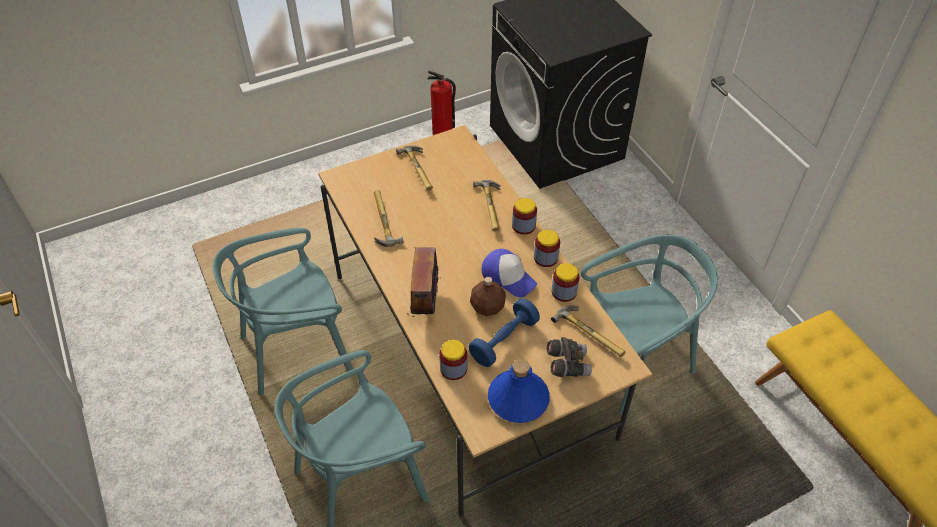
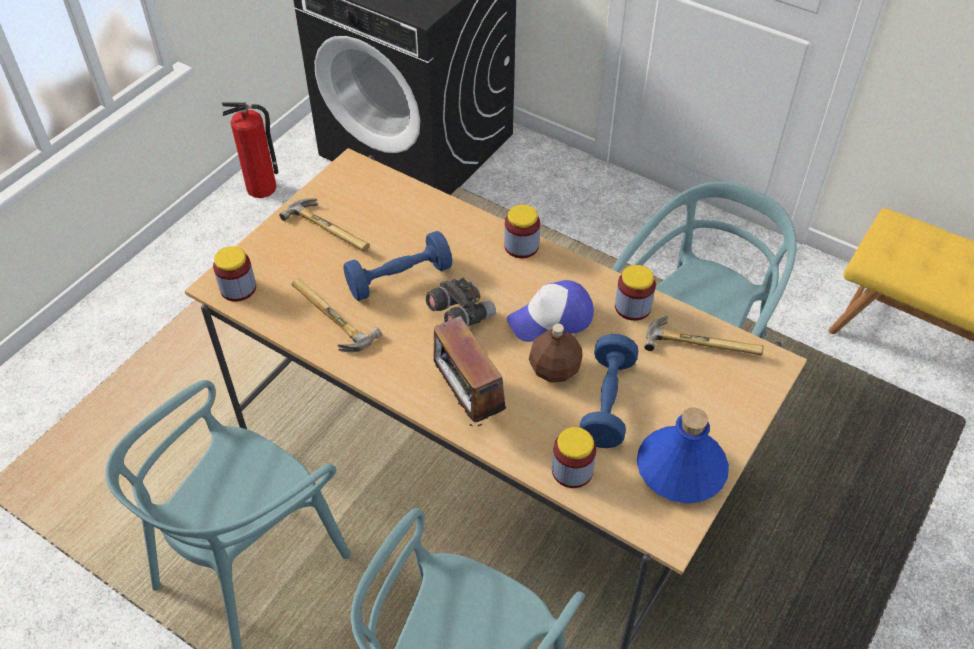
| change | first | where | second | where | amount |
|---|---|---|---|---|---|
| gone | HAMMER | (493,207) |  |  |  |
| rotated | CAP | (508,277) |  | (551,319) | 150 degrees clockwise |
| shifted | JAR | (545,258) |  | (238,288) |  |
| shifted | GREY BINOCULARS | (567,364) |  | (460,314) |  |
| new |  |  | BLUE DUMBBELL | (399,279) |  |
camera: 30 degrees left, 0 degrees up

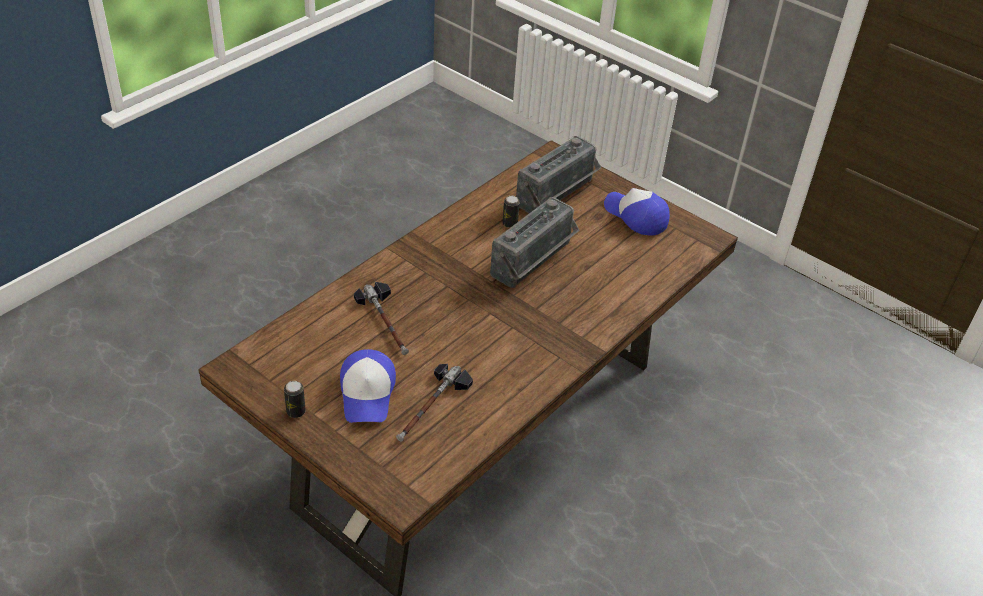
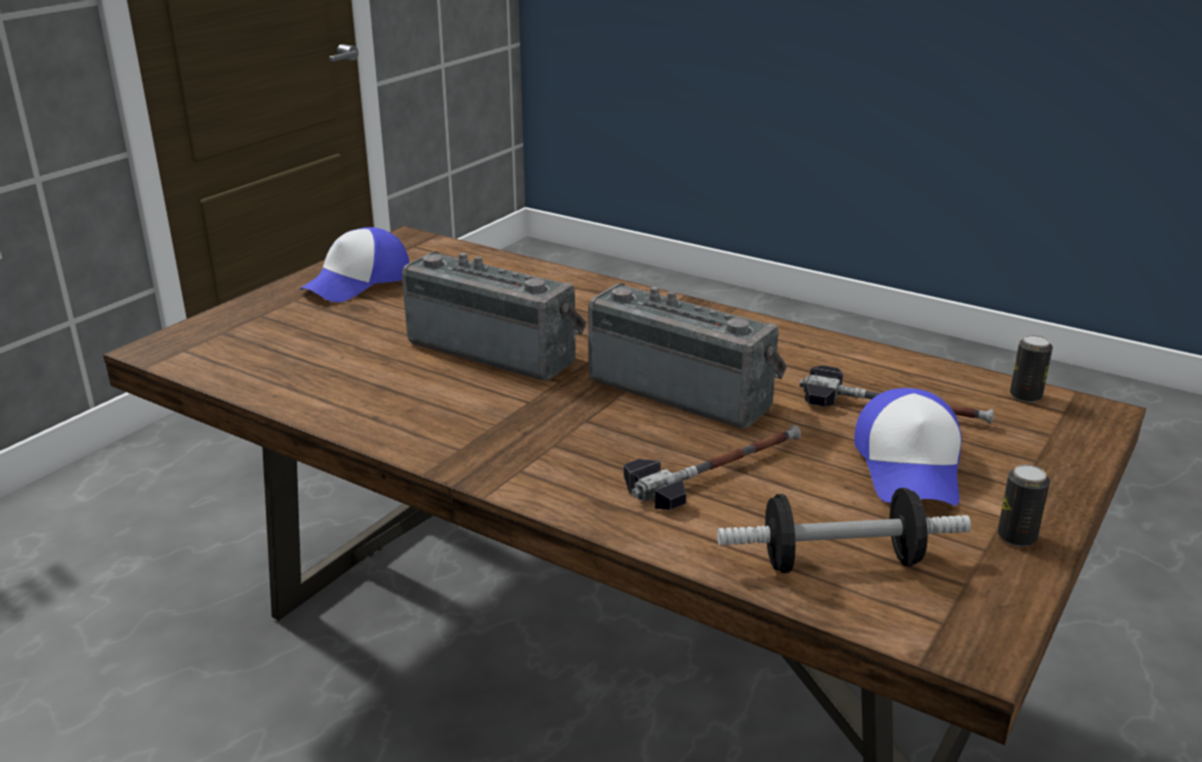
| change | first | where | second | where | amount |
|---|---|---|---|---|---|
| rotated | CAP | (367,393) |  | (910,467) | 105 degrees clockwise |
| shifted | CAN | (510,223) |  | (1025,396) |  |
| shifted | RADIO | (557,196) |  | (684,390) |  |
| new |  |  | DUMBBELL | (840,561) |  |
camera: 95 degrees left, 15 degrees down

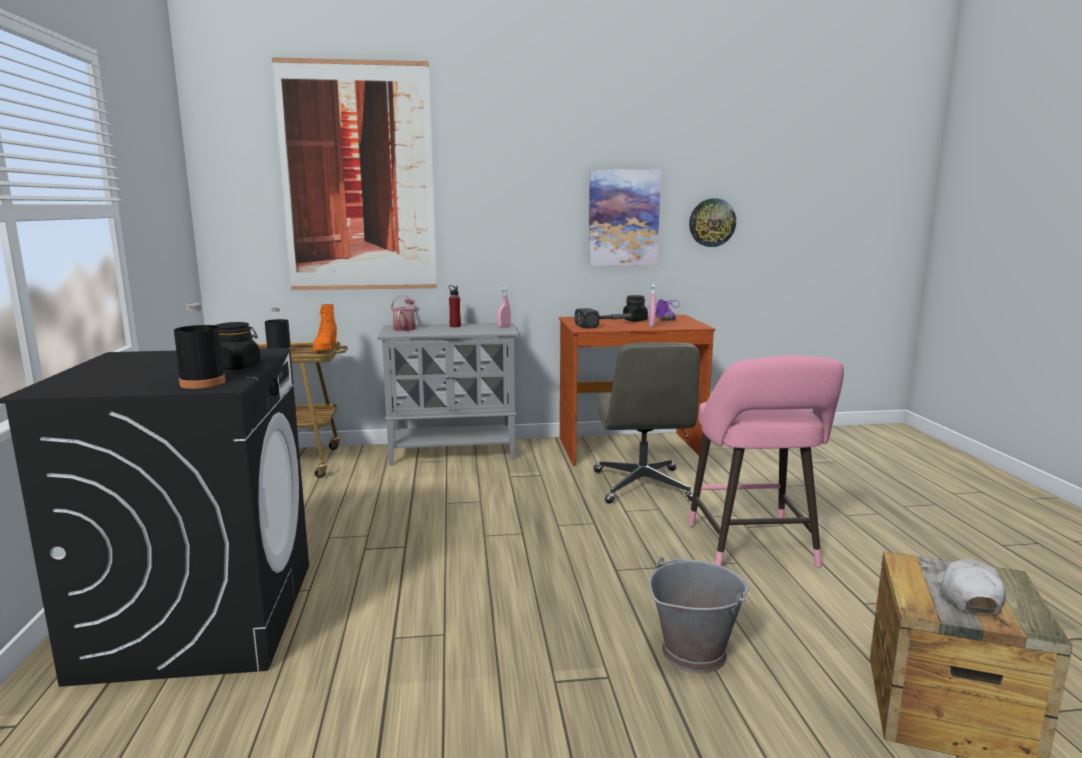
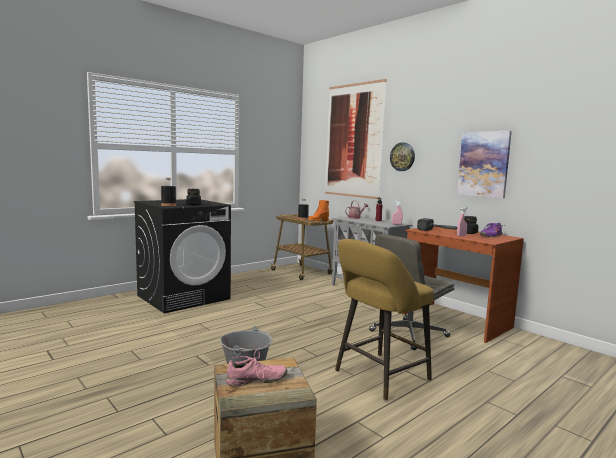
| change | first | where | second | where | amount |
|---|---|---|---|---|---|
| shifted | WALL CLOCK | (712,222) |  | (402,157) |  |
| repainted | PINK STOOL | (754,549) | YELLOW STOOL | (378,377) |  |
| swapped | WHITE CAP | (967,596) | PINK SHOE | (256,380) |  |
camera: 55 degrees right, 5 degrees down

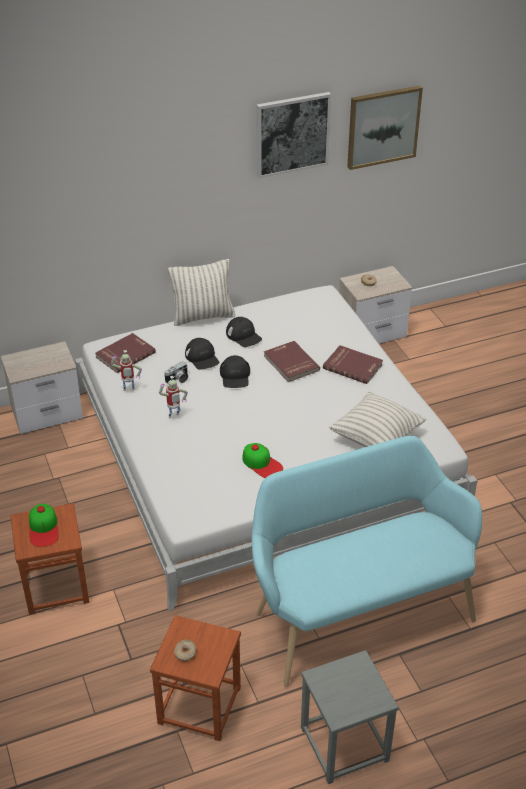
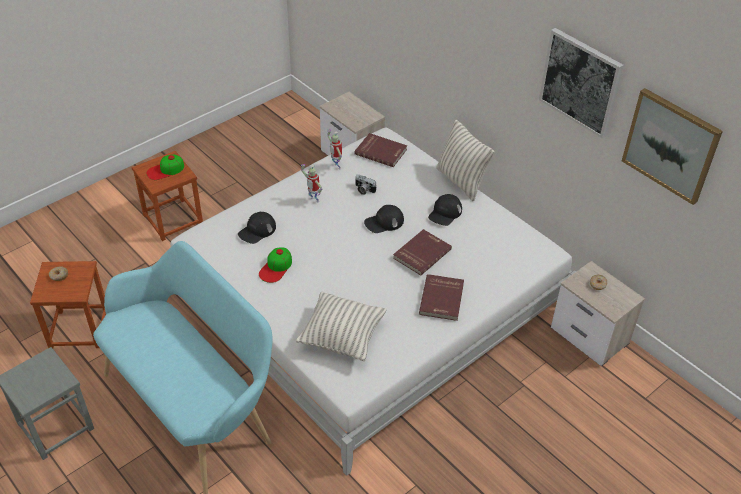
| change | first | where | second | where | amount |
|---|---|---|---|---|---|
| shifted | BLACK CAP | (202,357) |  | (257,230) |  |
camera: 70 degrees right, 5 degrees up

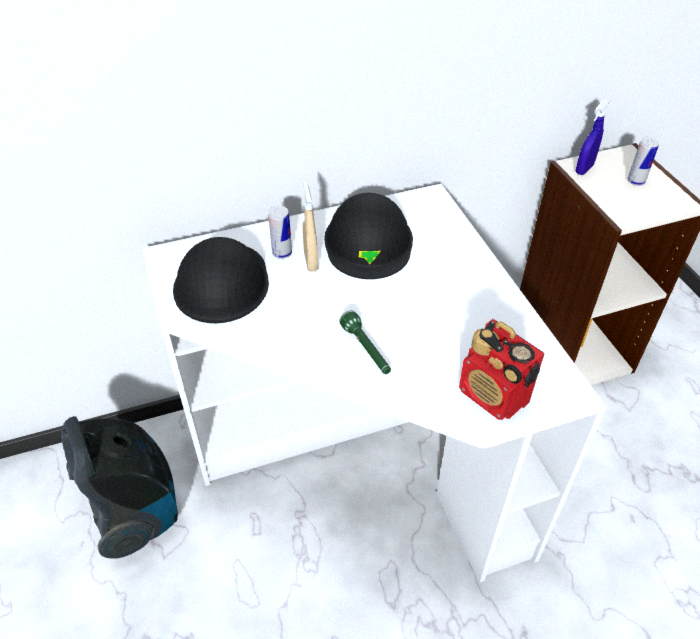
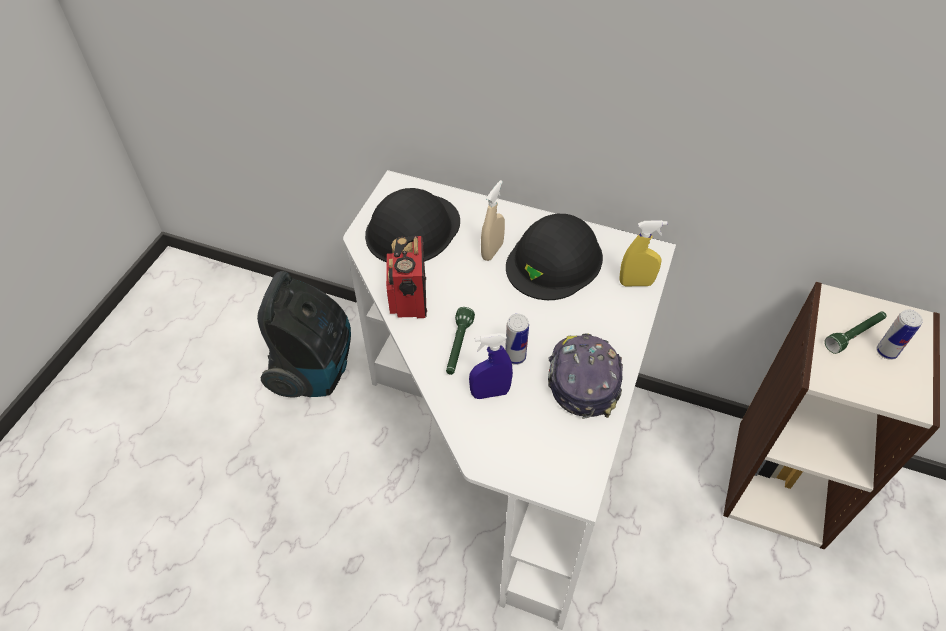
| change | first | where | second | where | amount |
|---|---|---|---|---|---|
| shifted | CAN | (282,253) |  | (515,356) |  |
| shifted | RADIO | (494,396) |  | (408,300) |  |
| shifted | BLUE SPRAY BOTTLE | (584,169) |  | (490,393) |  |
| new |  |  | CAP | (583,378) |  |
| new |  |  | YELLOW SPRAY BOTTLE | (636,283) |  |
| new |  |  | GREEN FLASHLIGHT | (854,335) |  |
camera: 40 degrees right, 5 degrees up

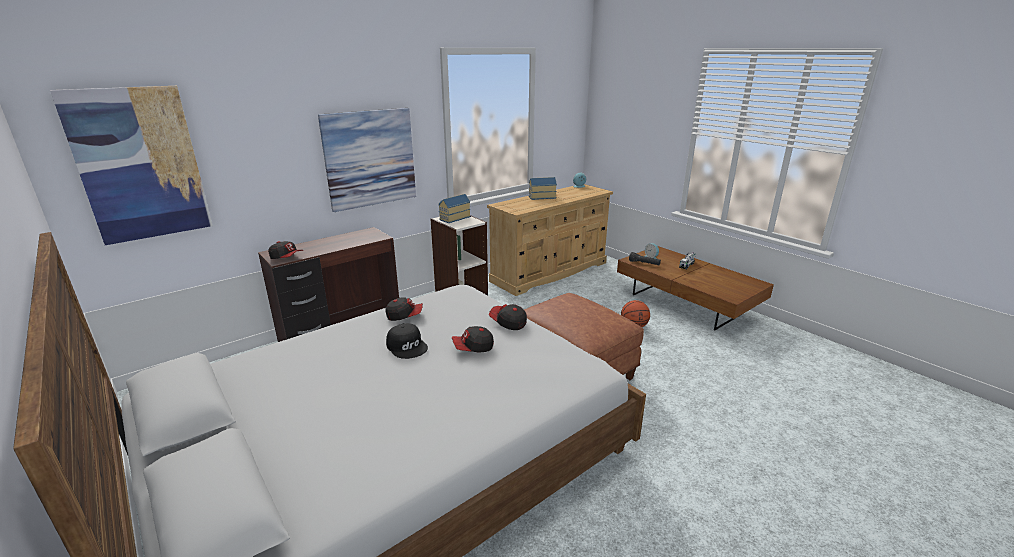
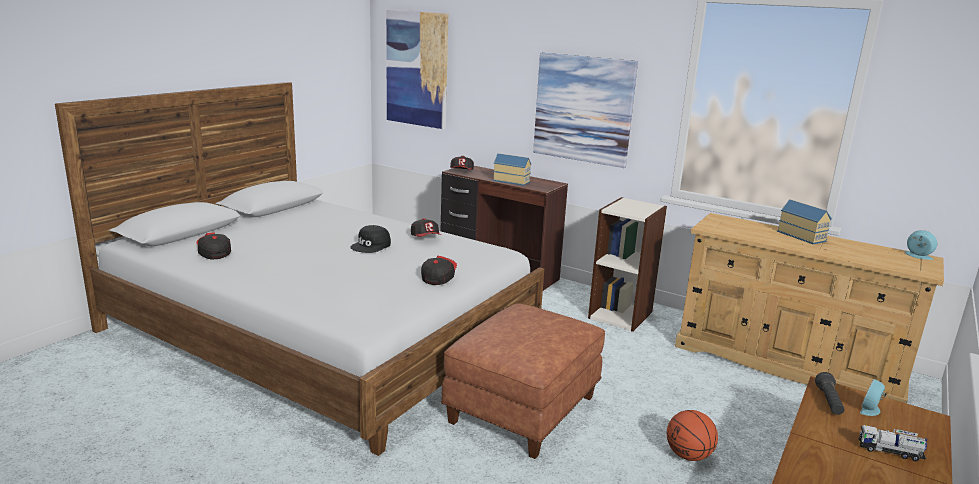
| change | first | where | second | where | amount |
|---|---|---|---|---|---|
| shifted | TOY HOUSE | (453,218) |  | (512,181) |  |
| shifted | CAP | (473,348) |  | (213,253) |  |
camera: 70 degrees right, 5 degrees down

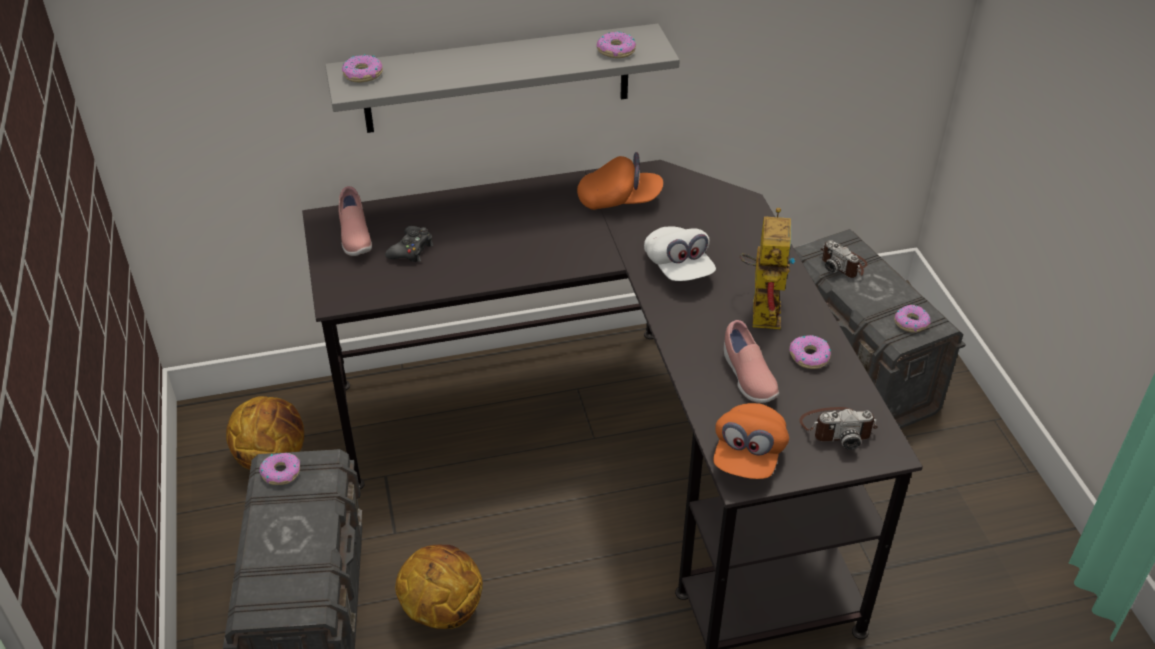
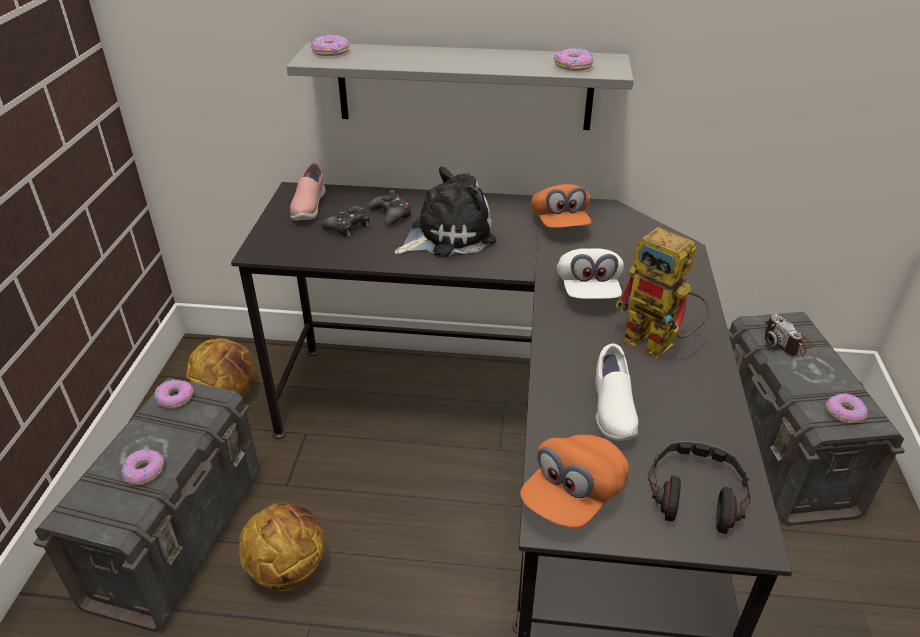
| change | first | where | second | where | amount |
|---|---|---|---|---|---|
| rotated | ORANGE CAP | (619,200) |  | (559,224) | 60 degrees clockwise |
| repainted | PINK SHOE | (747,377) | WHITE SHOE | (611,410) |  |
| rotated | TOY ROBOT | (761,307) |  | (659,345) | 105 degrees clockwise |
| shifted | DONUT | (809,356) |  | (144,471) |  |
| swapped | PHOTO CAMERA | (837,428) | HEADPHONES | (695,493) |  |
| new |  |  | BLACK GAME CONTROLLER | (391,215) |  |
| new |  |  | PLUSH TOY | (447,235) |  |
camera: 20 degrees right, 5 degrees down

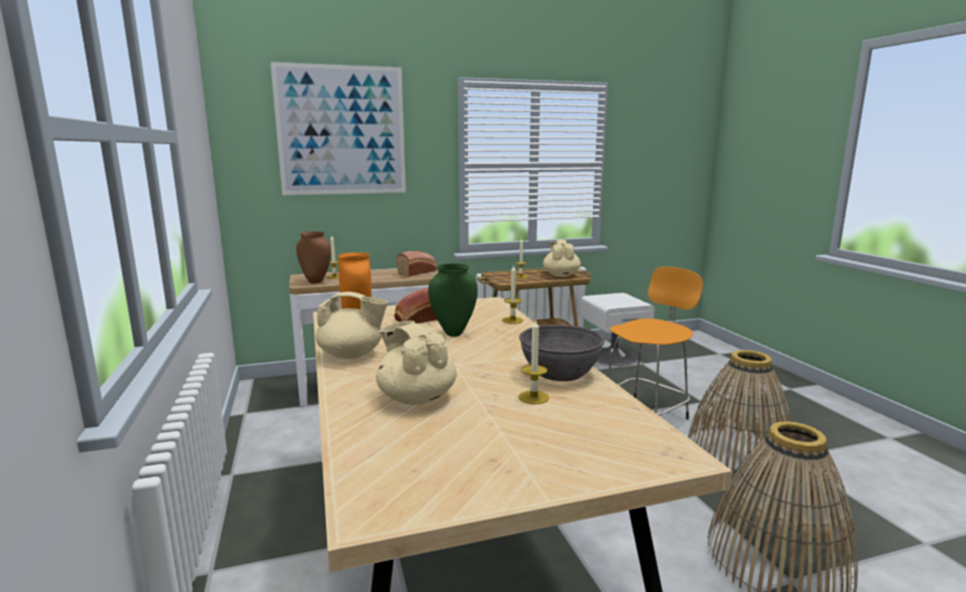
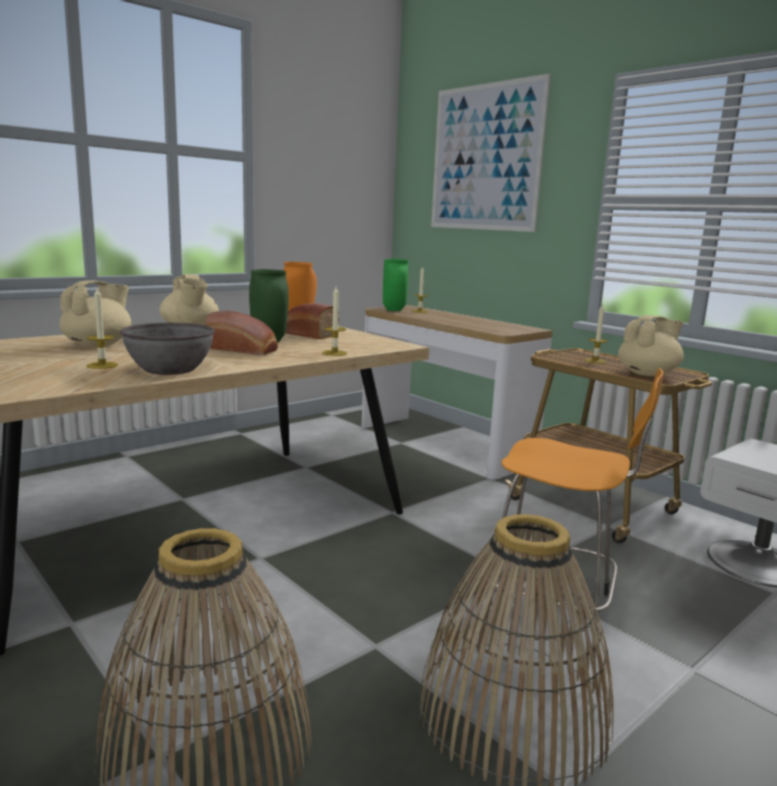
| change | first | where | second | where | amount |
|---|---|---|---|---|---|
| repainted | BROWN VASE | (315,282) | GREEN VASE | (393,310) |  |
| shifted | BREAD | (418,272) |  | (244,350) |  |
camera: 65 degrees right, 0 degrees up

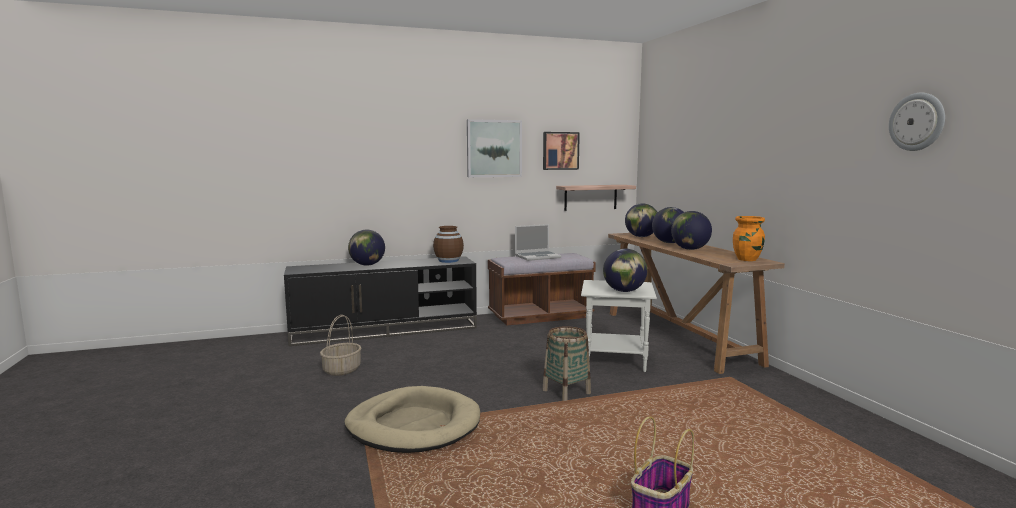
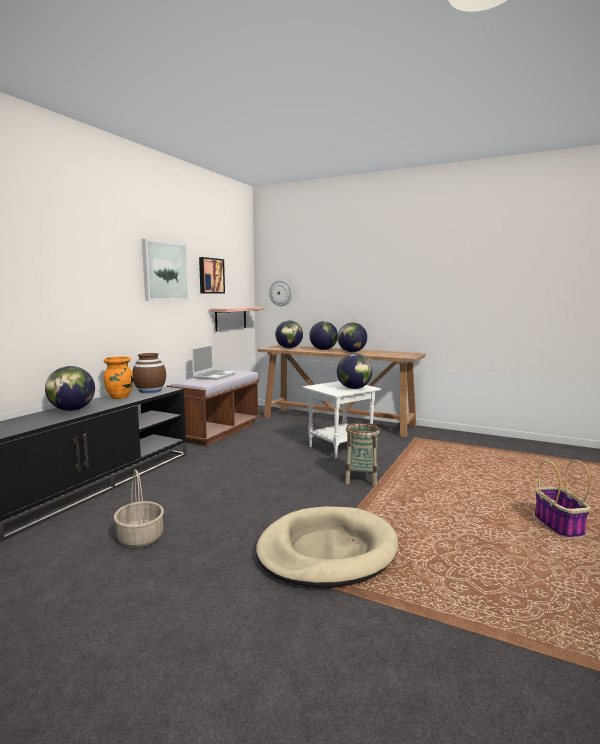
| change | first | where | second | where | amount |
|---|---|---|---|---|---|
| shifted | ORANGE VASE | (747,259) |  | (120,397) |  |
| shifted | WALL CLOCK | (917,122) |  | (281,293) |  |
camera: 45 degrees left, 0 degrees up

